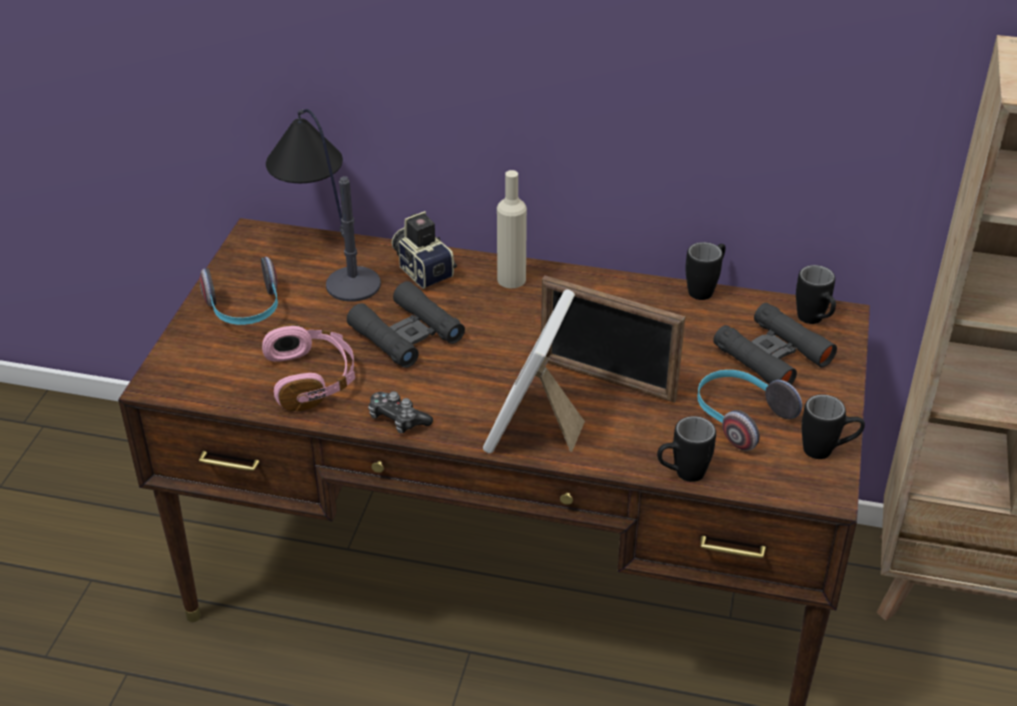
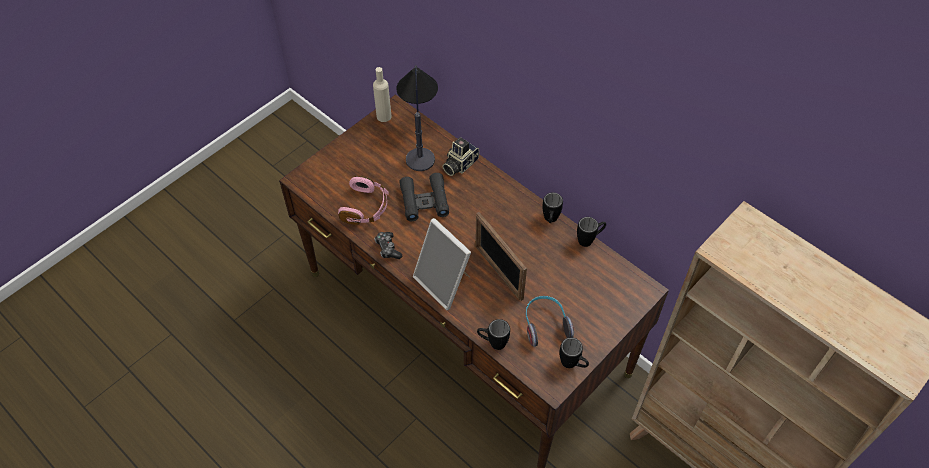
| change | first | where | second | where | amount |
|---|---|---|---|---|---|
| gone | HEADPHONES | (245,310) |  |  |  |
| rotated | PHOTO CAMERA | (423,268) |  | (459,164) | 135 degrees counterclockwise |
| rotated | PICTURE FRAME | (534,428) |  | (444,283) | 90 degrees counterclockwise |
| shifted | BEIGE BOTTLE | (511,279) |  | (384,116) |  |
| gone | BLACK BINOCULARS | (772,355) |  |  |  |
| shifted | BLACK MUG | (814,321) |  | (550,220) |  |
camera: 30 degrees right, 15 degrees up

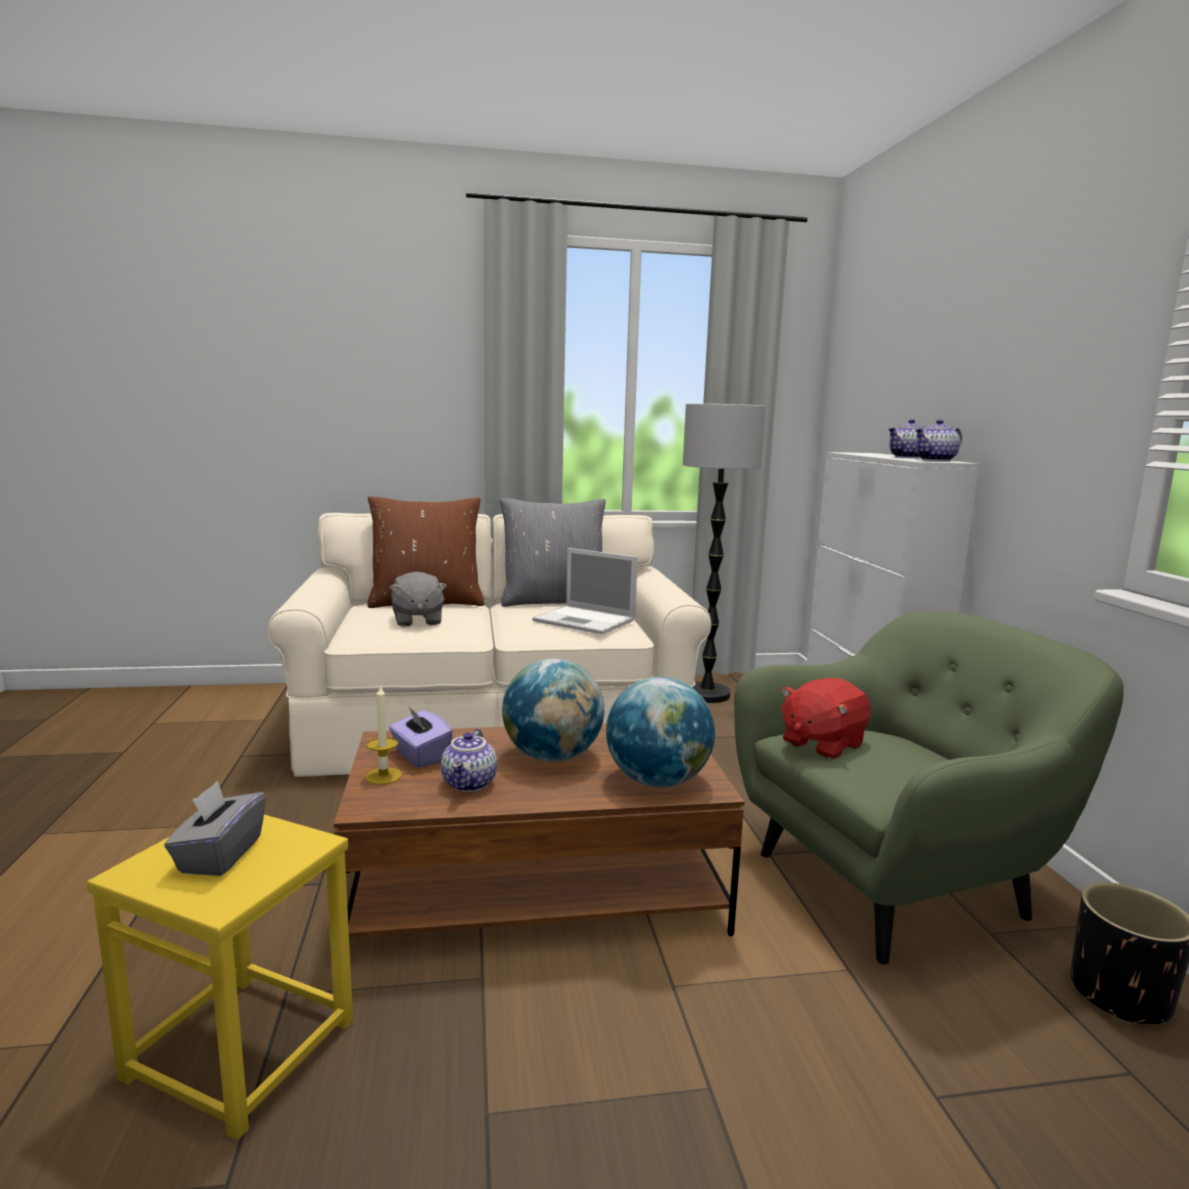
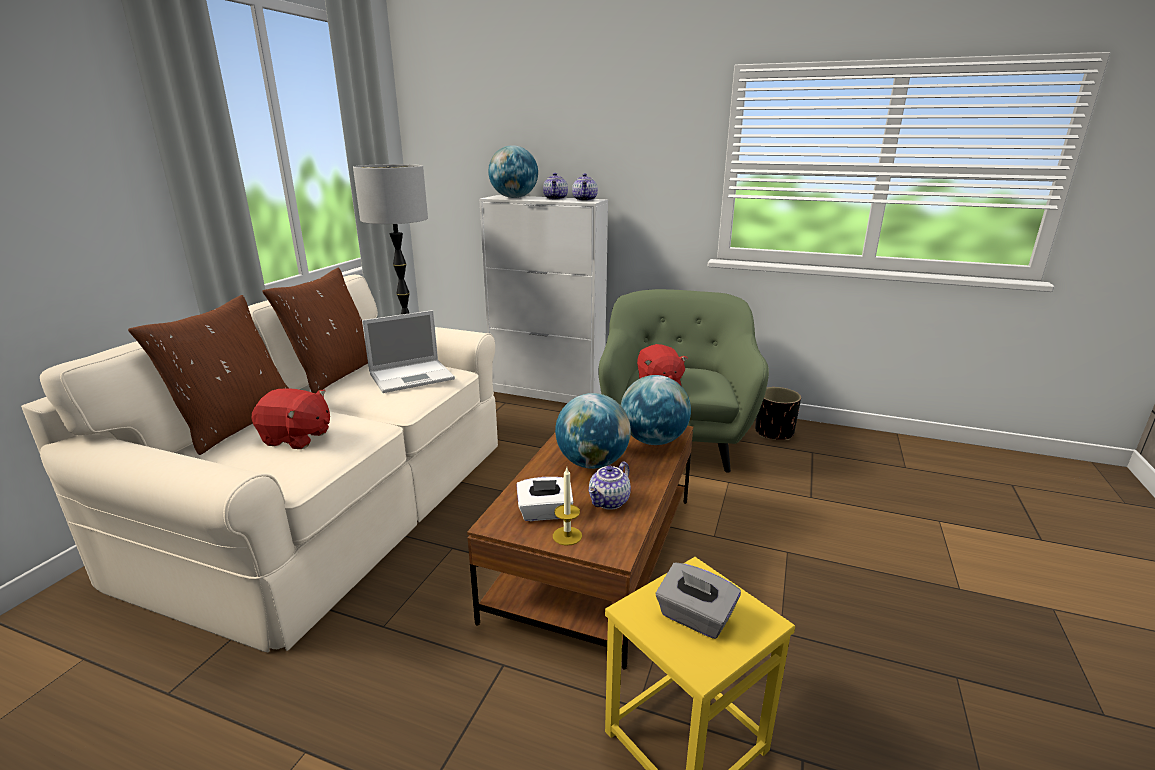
| change | first | where | second | where | amount |
|---|---|---|---|---|---|
| repainted | GREY PLUSH TOY | (417,620) | RED PLUSH TOY | (297,438) |  |
| repainted | PURPLE TISSUE BOX | (420,756) | WHITE TISSUE BOX | (545,513) |  |
| rotated | TEAPOT | (470,784) |  | (610,502) | 90 degrees clockwise |
| repainted | GREY PILLOW | (554,601) | BROWN PILLOW | (335,373) |  |
| new |  |  | GLOBE | (514,197) |  |
camera: 60 degrees left, 10 degrees up

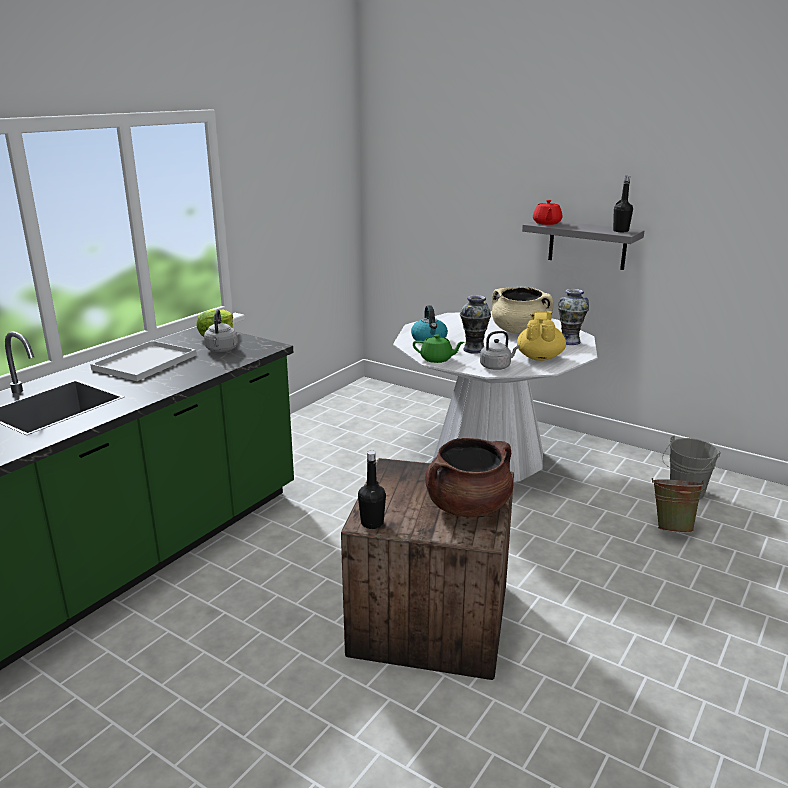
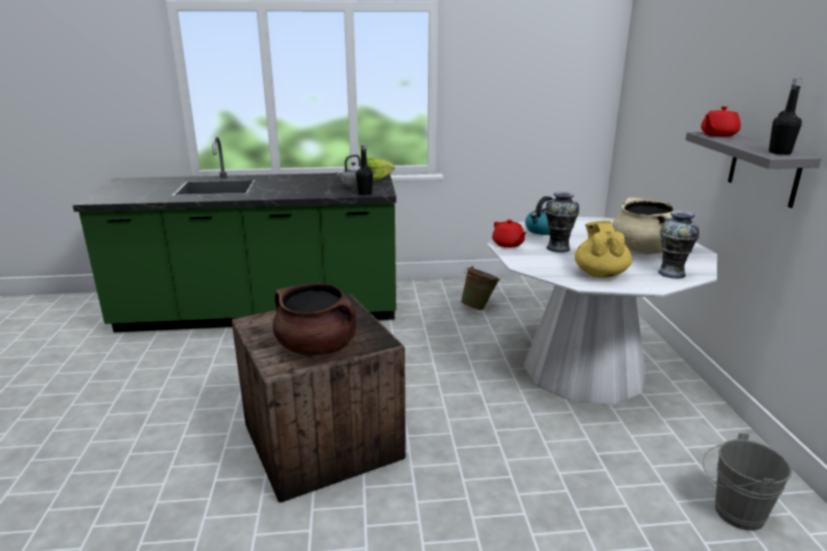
| change | first | where | second | where | amount |
|---|---|---|---|---|---|
| gone | WHITE TRAY | (144,363) |  |  |  |
| shifted | BLACK BOTTLE | (372,523) |  | (365,194) |  |
| repainted | GREEN TEAPOT | (437,359) | RED TEAPOT | (508,244) |  |
| gone | GREY KETTLE | (496,367) |  |  |  |
| rotated | YELLOW TEAPOT | (539,357) |  | (600,273) | 60 degrees counterclockwise |
| shifted | GREEN BUCKET | (672,527) |  | (479,307) |  |
camera: 50 degrees right, 0 degrees up

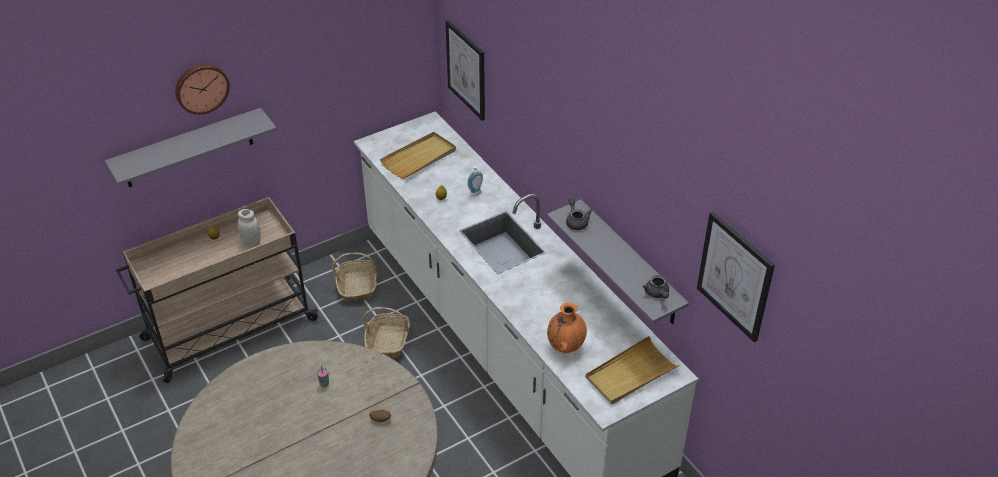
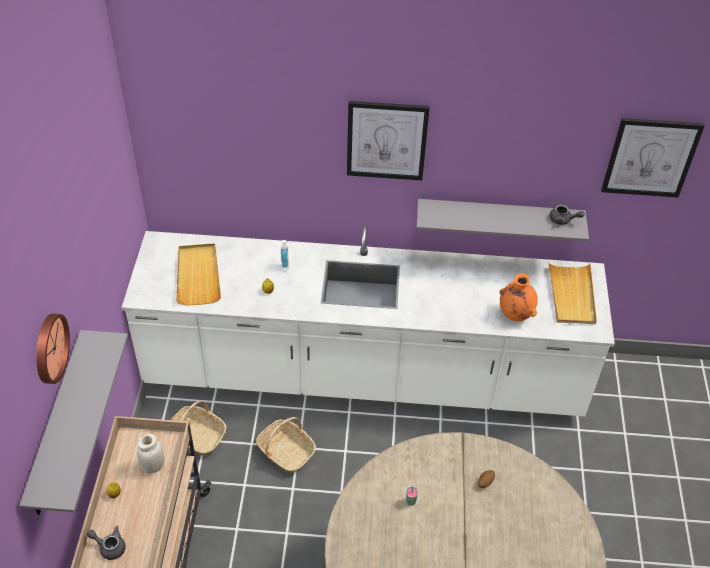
| change | first | where | second | where | amount |
|---|---|---|---|---|---|
| shifted | PICTURE | (466,70) |  | (386,140) |  |
| shifted | GREY TEAPOT | (576,221) |  | (109,547) |  |
camera: 55 degrees left, 5 degrees up

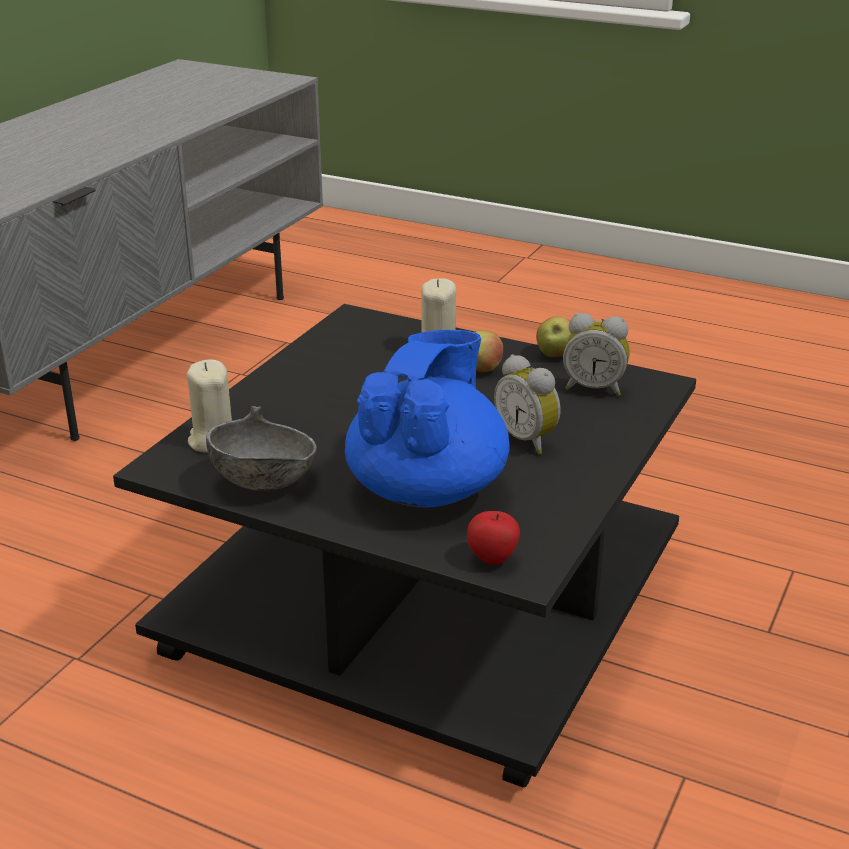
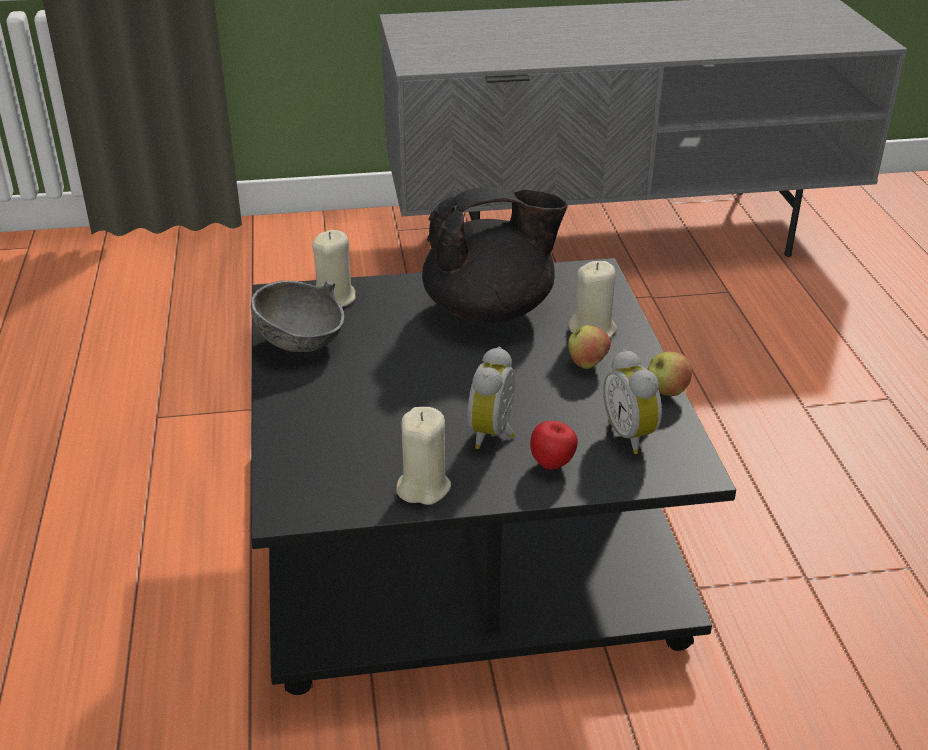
| change | first | where | second | where | amount |
|---|---|---|---|---|---|
| gone | BLUE TEAPOT | (428,488) |  |  |  |
| shifted | APPLE | (492,559) |  | (552,464) |  |
| new |  |  | BEIGE CANDLE | (423,487) |  |
| new |  |  | BLACK TEAPOT | (491,310) |  |
camera: 55 degrees right, 5 degrees up

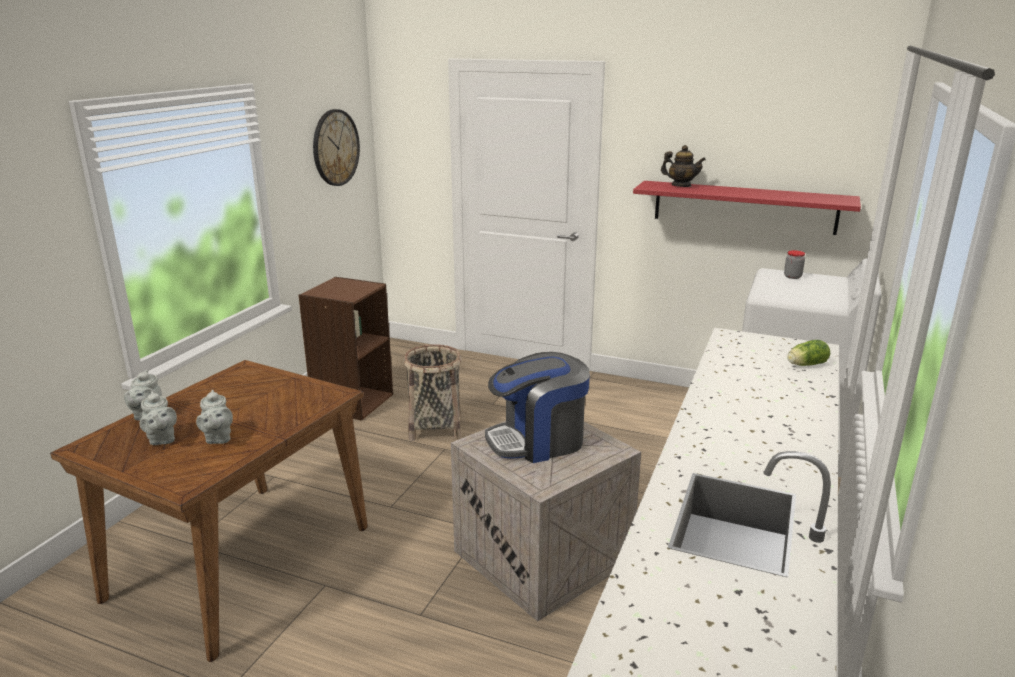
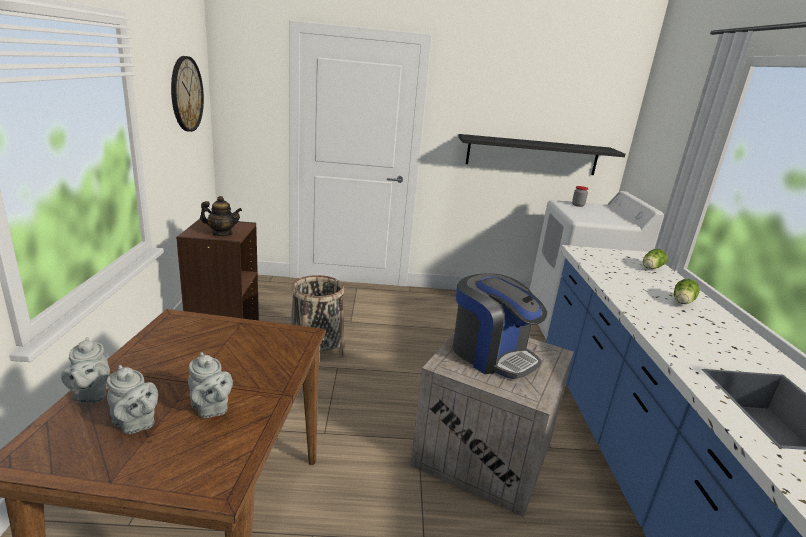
| change | first | where | second | where | amount |
|---|---|---|---|---|---|
| rotated | COFFEE MACHINE | (538,441) |  | (491,354) | 90 degrees counterclockwise |
| repainted | RED SHELF | (744,207) | BLACK SHELF | (532,155) |  |
| shifted | TEAPOT | (681,186) |  | (222,233) |  |
| new |  |  | LETTUCE | (682,302) |  |
camera: 25 degrees left, 0 degrees up

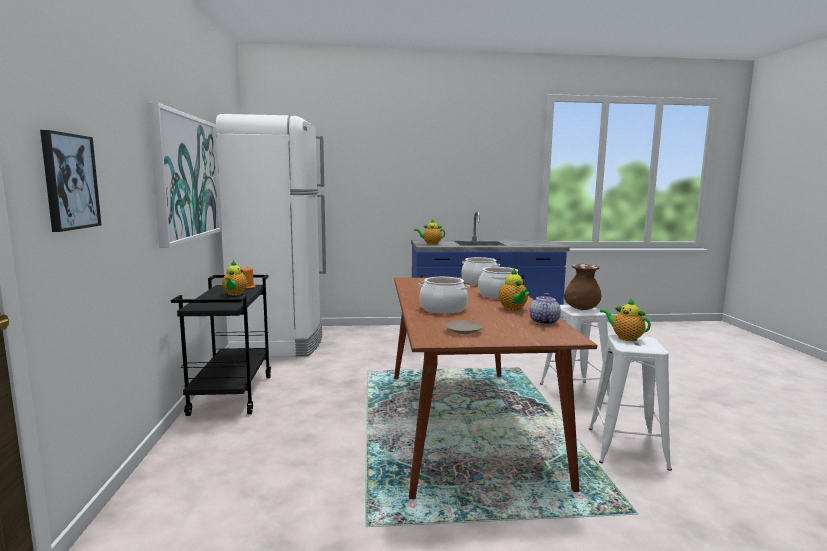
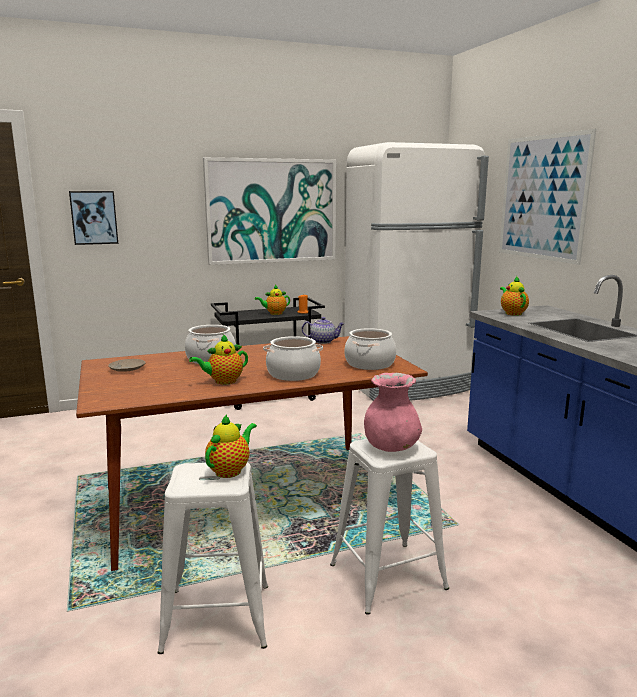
| change | first | where | second | where | amount |
|---|---|---|---|---|---|
| shifted | TEAPOT | (543,322) |  | (323,341) |  |
| repainted | BROWN VASE | (581,309) | PINK VASE | (391,448) |  |
| new |  |  | PICTURE | (542,197) |  |
camera: 75 degrees right, 5 degrees up

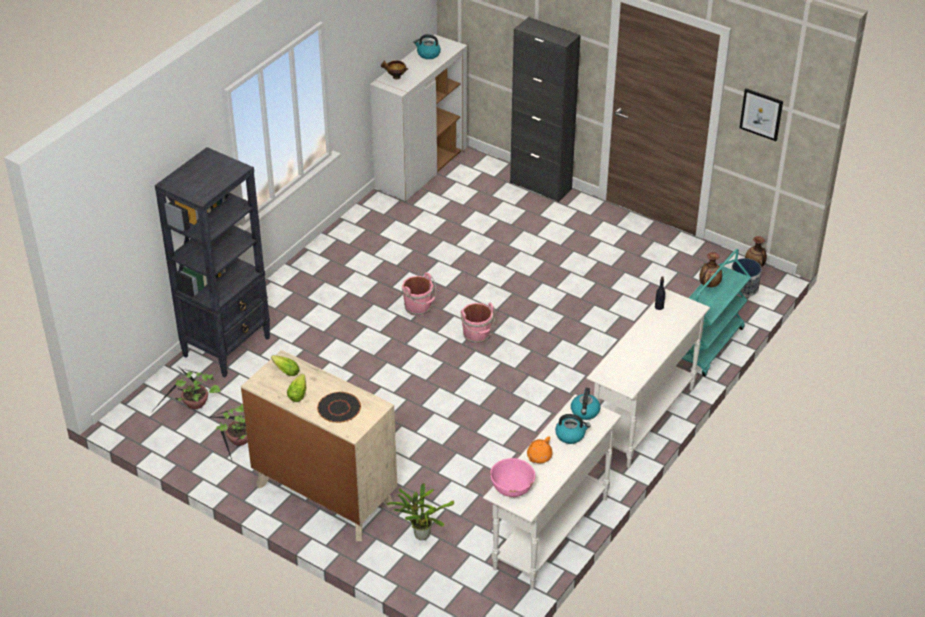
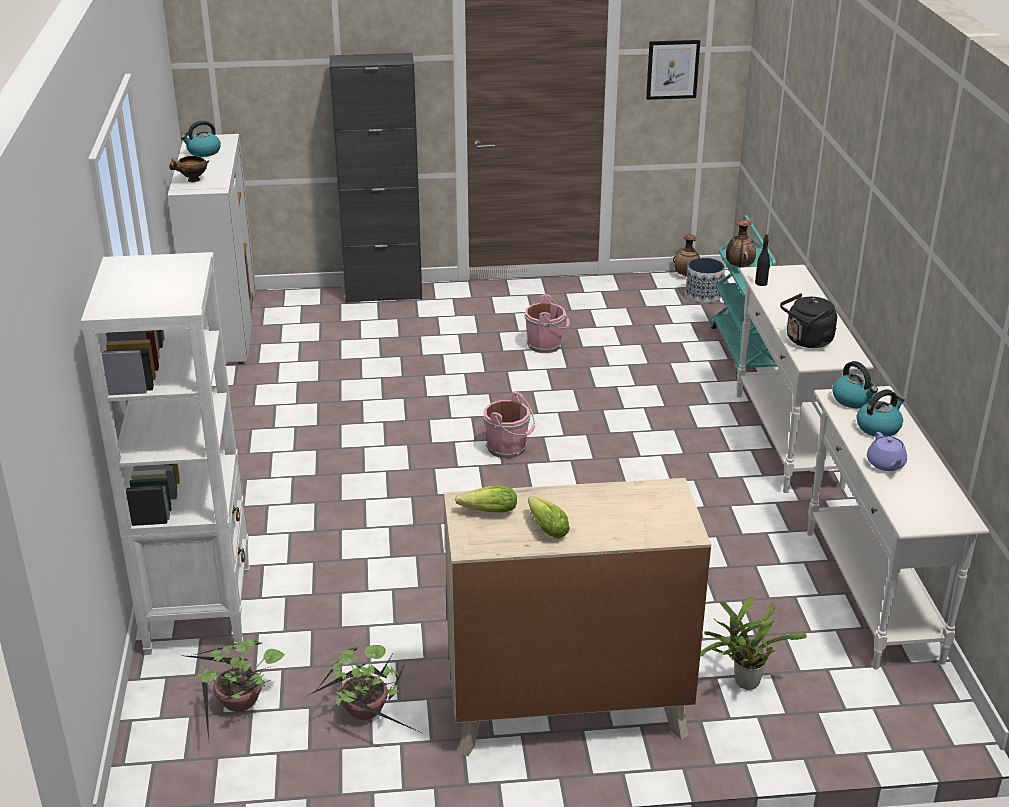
| change | first | where | second | where | amount |
|---|---|---|---|---|---|
| repainted | BLACK BOOKCASE | (227,346) | WHITE BOOKCASE | (200,610) |  |
| gone | BLACK PLATE | (338,408) |  |  |  |
| shifted | PINK BUCKET | (419,308) |  | (546,345) |  |
| gone | PINK BOWL | (512,488) |  |  |  |
| repainted | ORANGE TEAPOT | (539,457) | PURPLE TEAPOT | (886,464) |  |
| new |  |  | BLACK KETTLE | (807,341) |  |
camera: 40 degrees left, 10 degrees down

